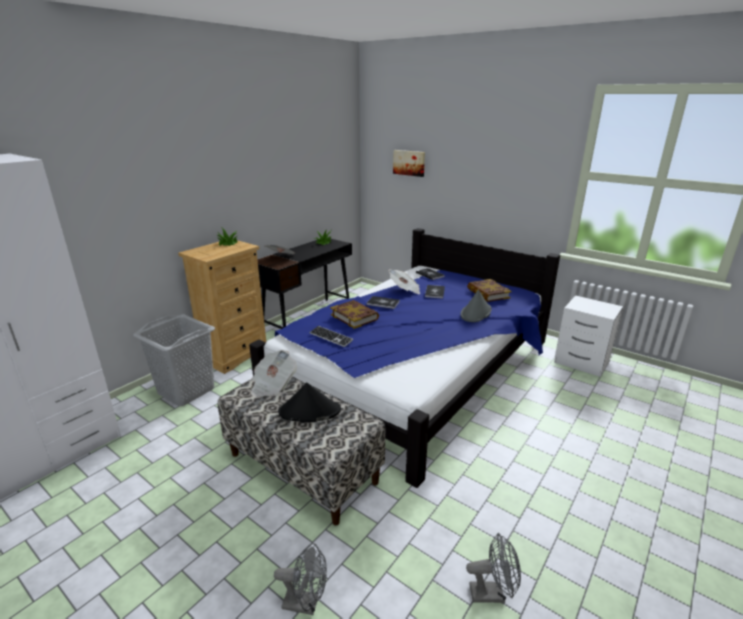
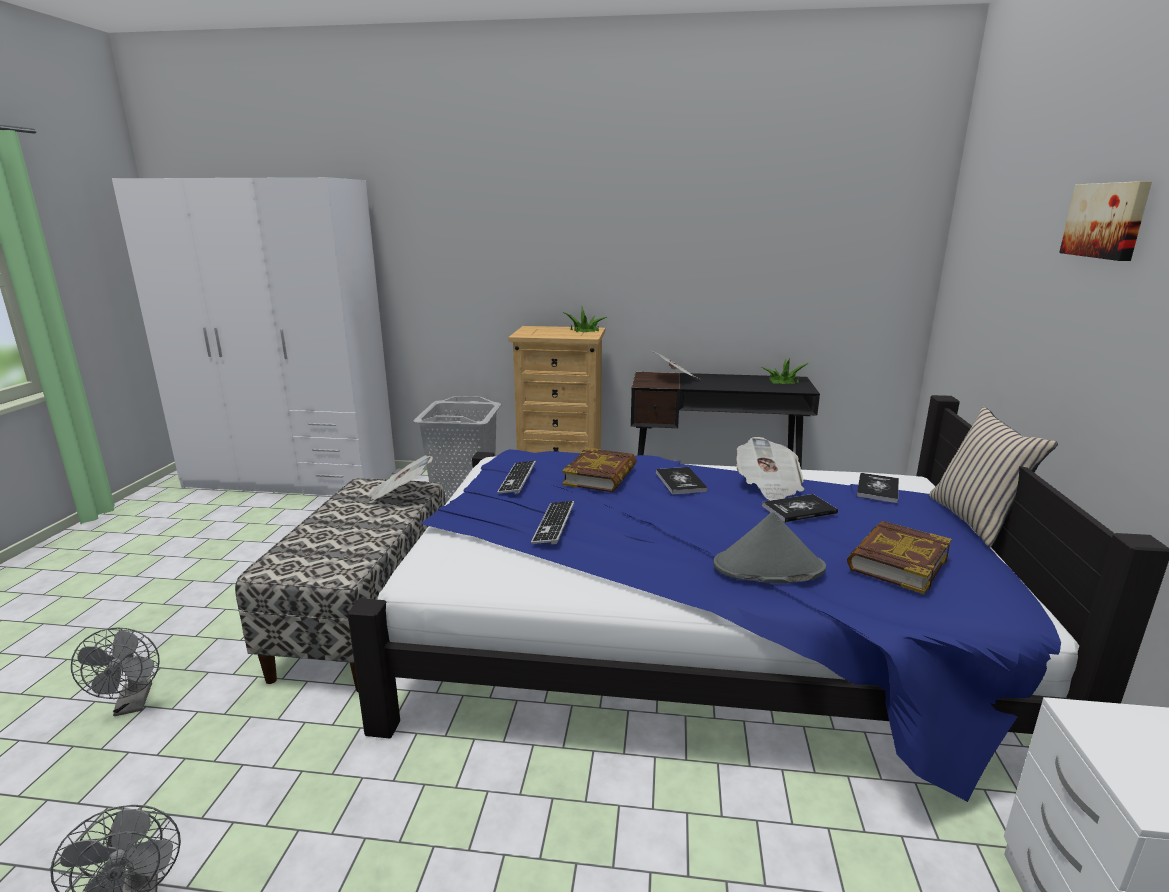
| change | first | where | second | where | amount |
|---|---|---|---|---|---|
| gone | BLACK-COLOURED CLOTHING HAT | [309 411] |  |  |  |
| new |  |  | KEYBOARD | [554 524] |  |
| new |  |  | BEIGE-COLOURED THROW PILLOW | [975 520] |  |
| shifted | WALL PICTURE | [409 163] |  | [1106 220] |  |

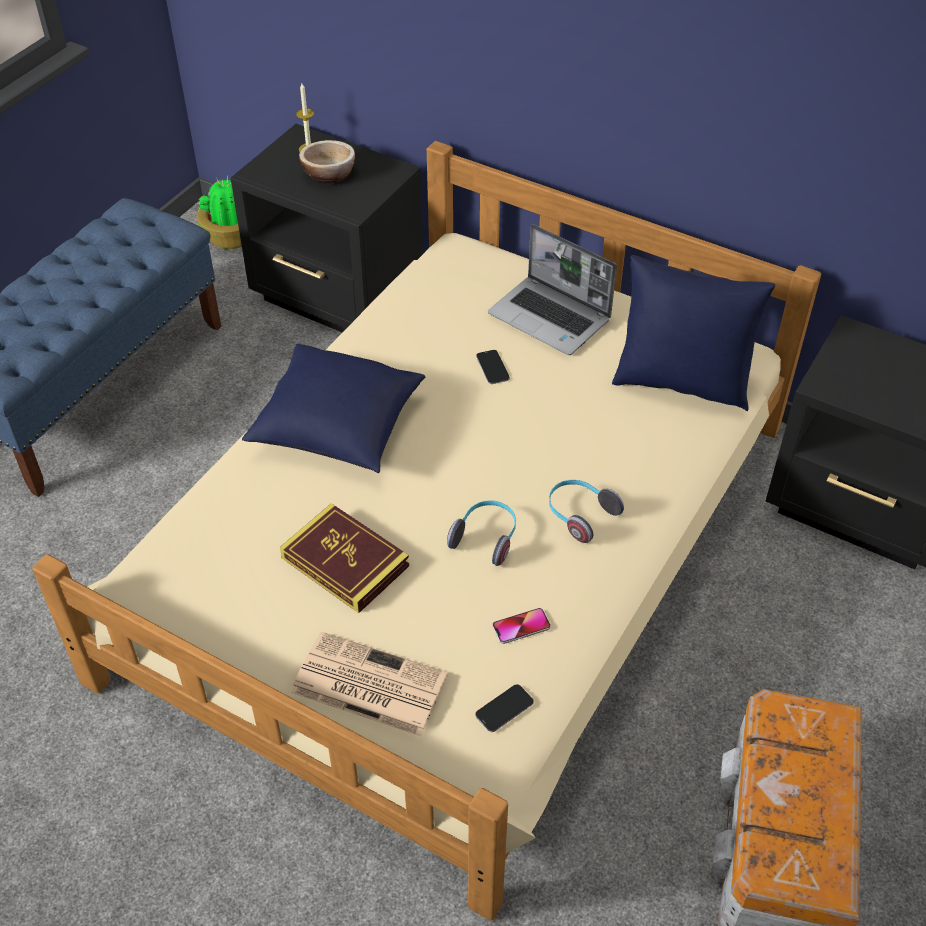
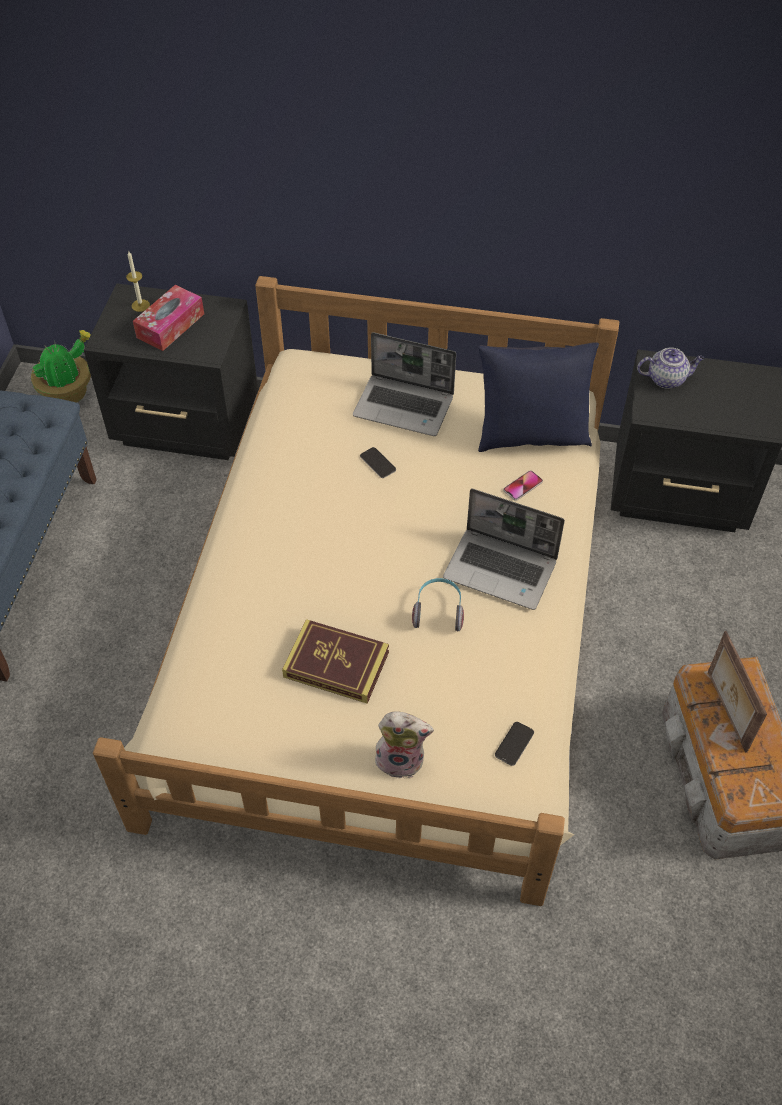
| change | first | where | second | where | amount |
|---|---|---|---|---|---|
| gone | BLUE THROW PILLOW | [337 428] |  |  |  |
| new |  |  | TEA POT | [667 379] |  |
| new |  |  | PICTURE FRAME | [725 711] |  |
| shifted | PHONE | [521 626] |  | [523 486] |  |
| swapped | PRINTED PAPER | [367 684] | PLUSH TOY | [401 759] |  |
| swapped | DEEP DISH | [329 174] | TISSUE HOLDER | [170 325] |  |
| swapped | HEADPHONES | [580 515] | PORTABLE COMPUTER | [502 569] |  |

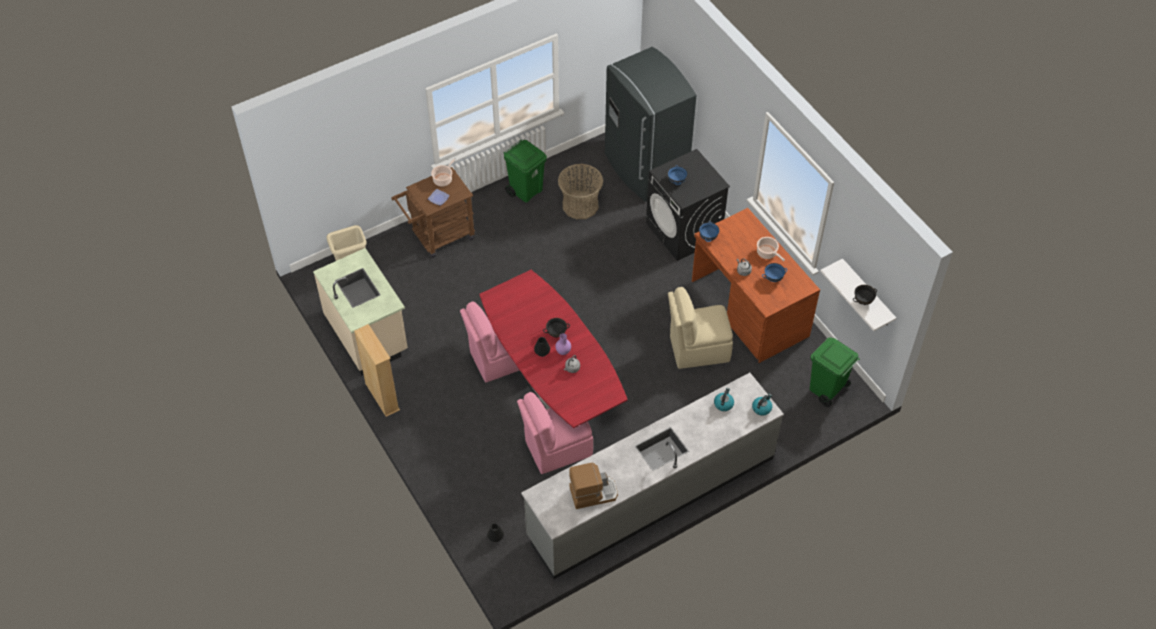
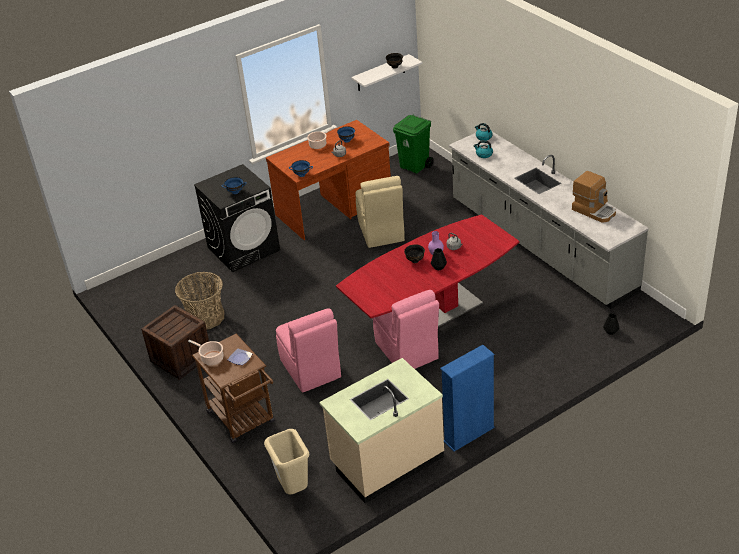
| change | first | where | second | where | amount |
|---|---|---|---|---|---|
| gone | GRAY KITCHEN FRIDGE | [644 169] |  |  |  |
| shifted | PINK-COLOURED PLAIN CHAIR | [556 448] |  | [311 370] |  |
| swapped | GREEN-COLOURED TRASH CAN | [526 191] | SHIPPING CRATE | [181 358] |  |
| repainted | BEIGE-COLOURED SHELVING UNIT | [382 397] | BLUE SHELVING UNIT | [469 434] |  |
| rotated | COFFEE BREWER | [593 493] |  | [594 210] | 150 degrees clockwise |

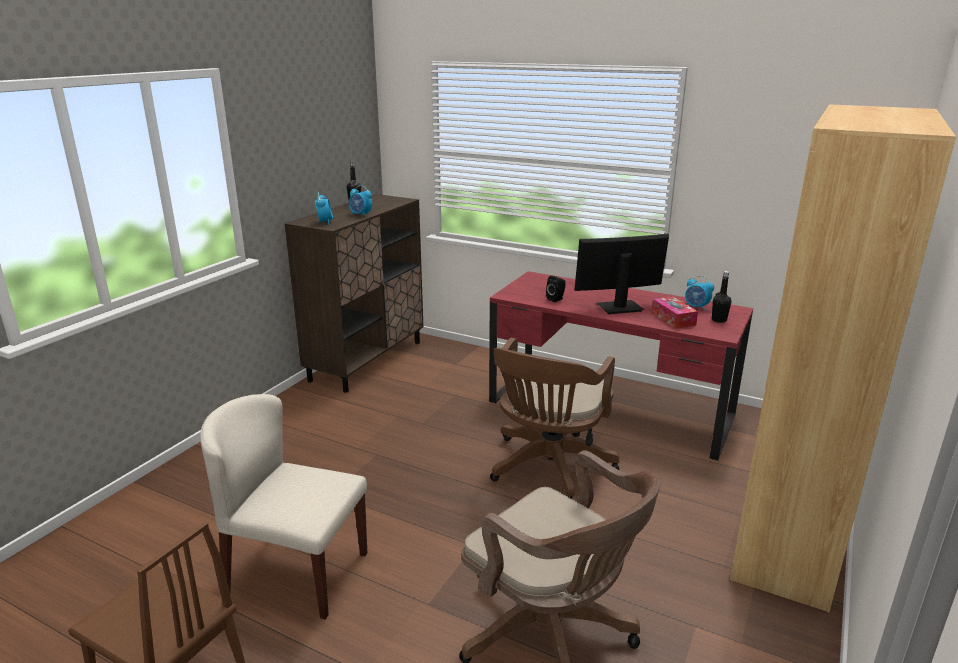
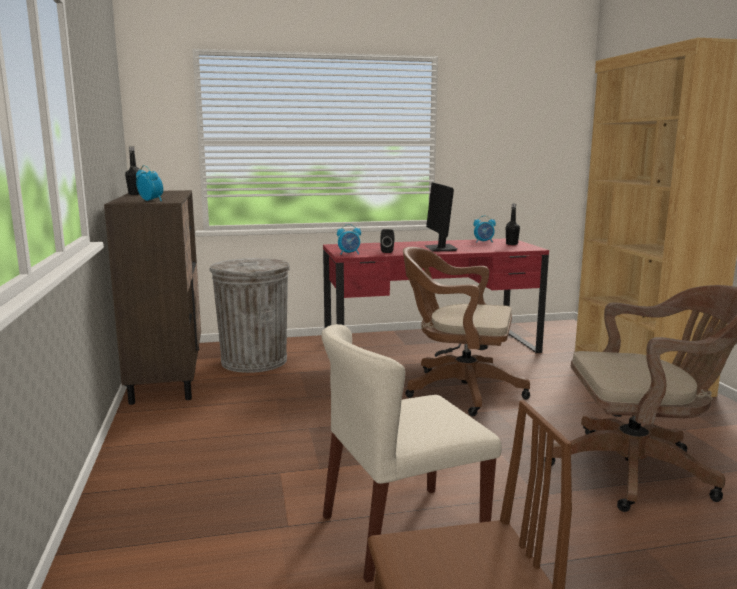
| change | first | where | second | where | amount |
|---|---|---|---|---|---|
| gone | TISSUE HOLDER | [673 319] |  |  |  |
| new |  |  | GRAY TRASH CAN | [254 361] |  |
| shifted | ALARM CLOCK | [361 215] |  | [349 253] |  |
| rotated | BROWN-COLOURED COMPUTER CHAIR | [548 469] |  | [458 390] | 120 degrees clockwise |
| rotated | MONITOR | [619 307] |  | [440 248] | 45 degrees counterclockwise |

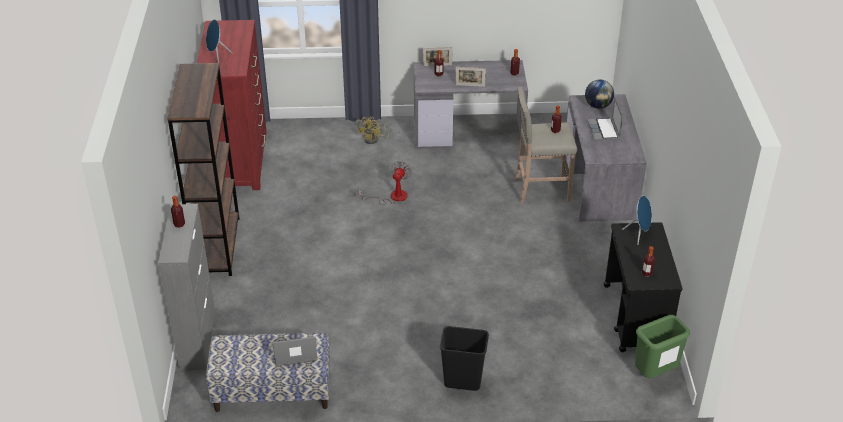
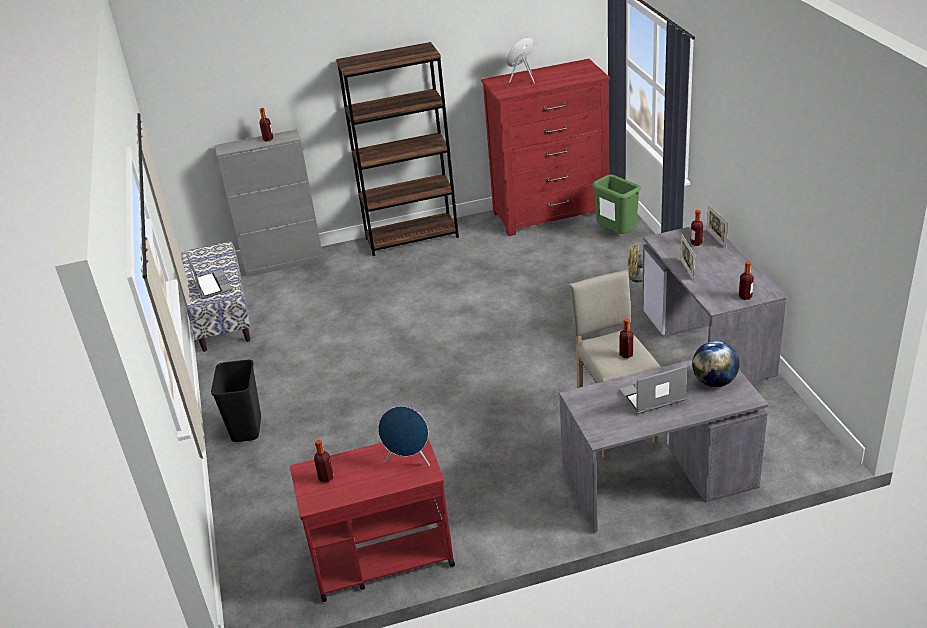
| change | first | where | second | where | amount |
|---|---|---|---|---|---|
| gone | COOLING FAN | [392 197] |  |  |  |
| shifted | GREEN-COLOURED TRASH CAN | [655 374] |  | [615 235] |  |
| repainted | BLACK-COLOURED CART | [636 317] | RED CART | [380 559] |  |

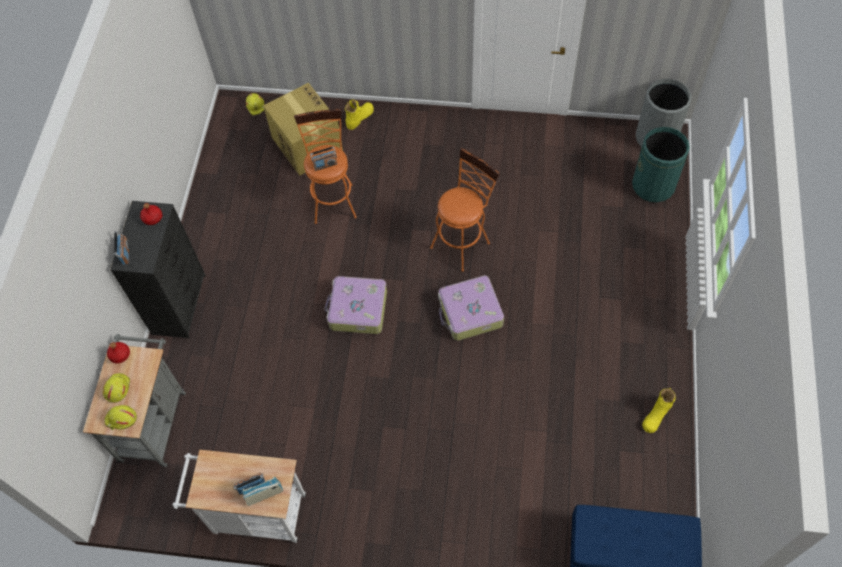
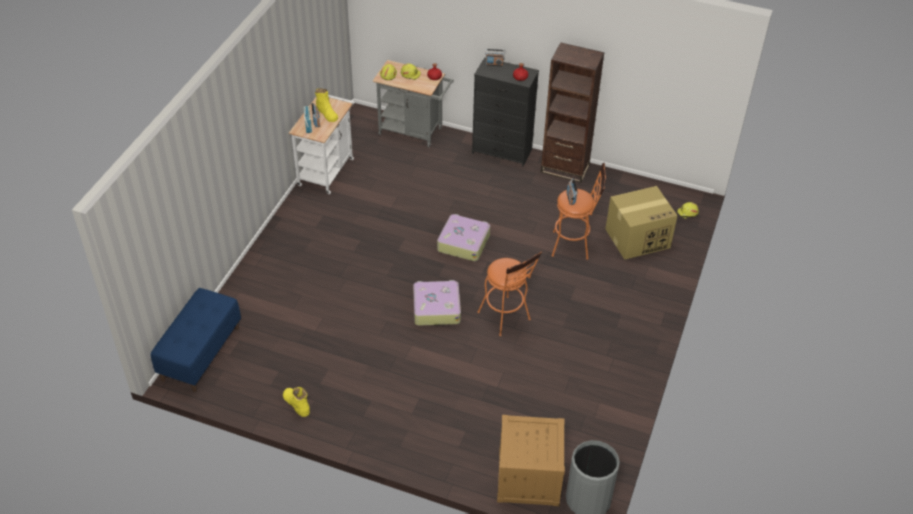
| change | first | where | second | where | amount |
|---|---|---|---|---|---|
| new |  |  | BROWN-COLOURED SHELVING UNIT | [565 168] |  |
| shifted | YELLOWISH BOOT | [359 117] |  | [327 113] |  |
| swapped | GREEN-COLOURED TRASH CAN | [653 185] | SHIPPING CRATE | [528 477] |  |

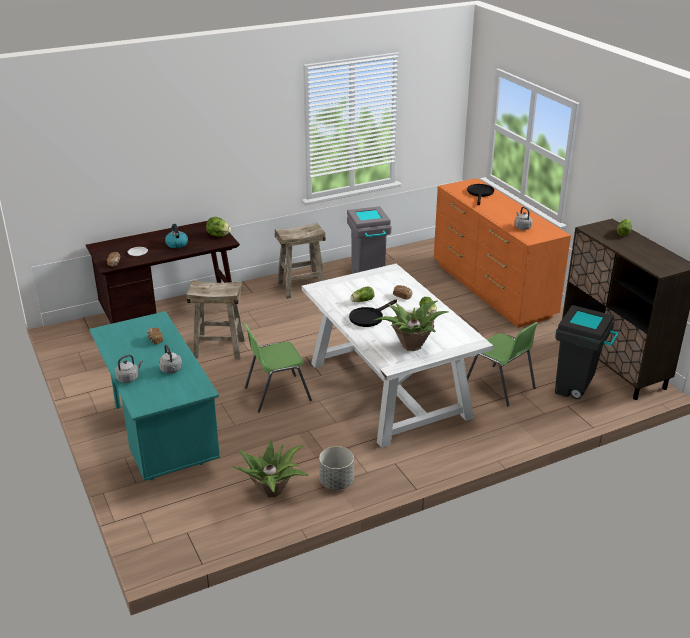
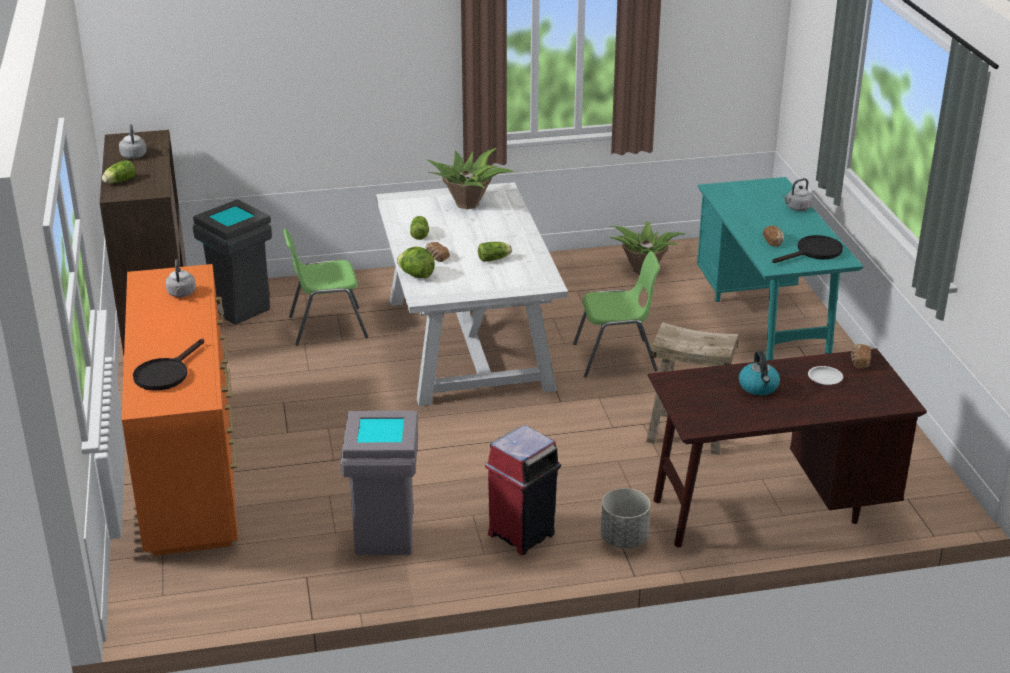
| change | first | where | second | where | amount |
|---|---|---|---|---|---|
| shifted | GRAY WATER KETTLE | [171 370] |  | [133 155] |  |
| shifted | LETTUCE | [218 235] |  | [416 275] |  |
| shifted | GRAY PLANT POT | [337 482] |  | [623 539] |  |
| shifted | BLACK-COLOURED FRYING PAN | [369 317] |  | [814 252] |  |
| swapped | BEIGE-COLOURED STOOL SEAT | [301 287] | RED TRASH CAN | [522 534] |  |
| rotated | GREEN-COLOURED PLAIN CHAIR | [500 386] |  | [326 326] | 75 degrees counterclockwise |

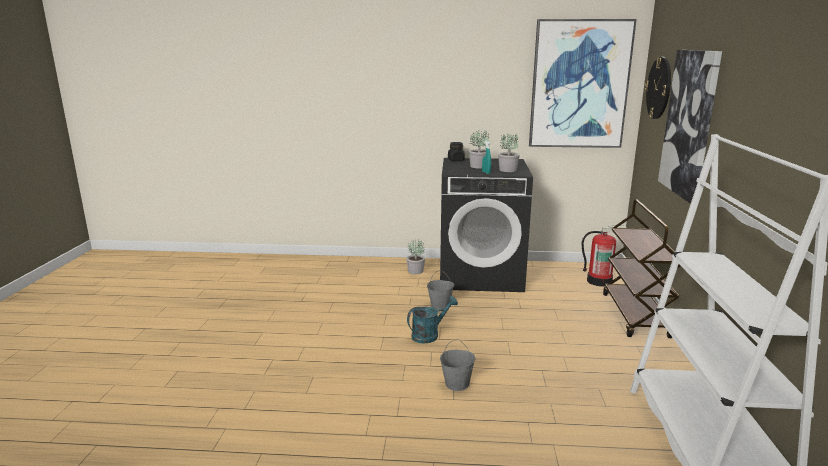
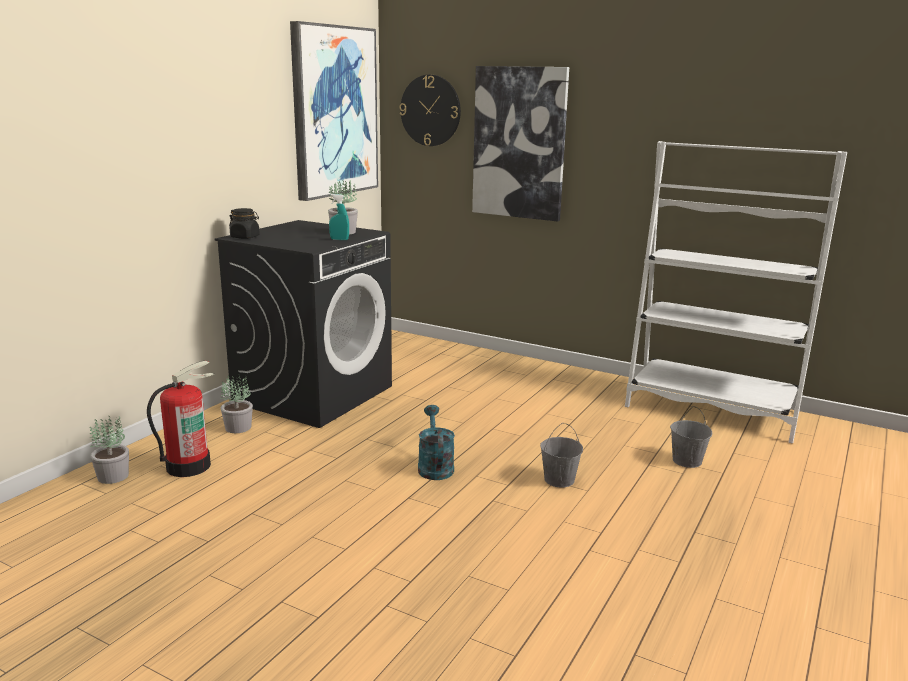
| change | first | where | second | where | amount |
|---|---|---|---|---|---|
| gone | BROWN-COLOURED CART | [635 315] |  |  |  |
| shifted | GRAY PAIL | [440 306] |  | [686 461] |  |
| shifted | PLANT IN A POT | [479 166] |  | [113 476] |  |
| shifted | EXTINGUISHER | [599 281] |  | [188 466] |  |

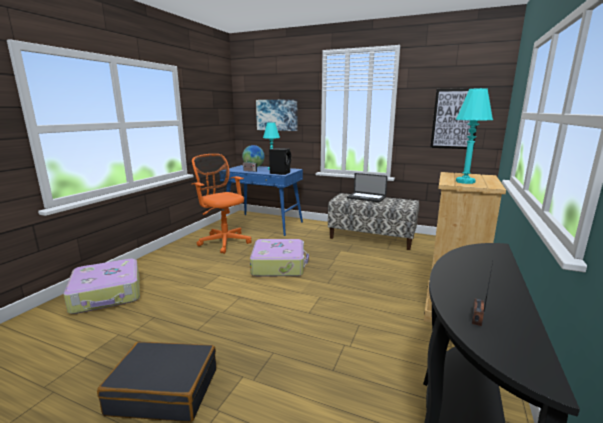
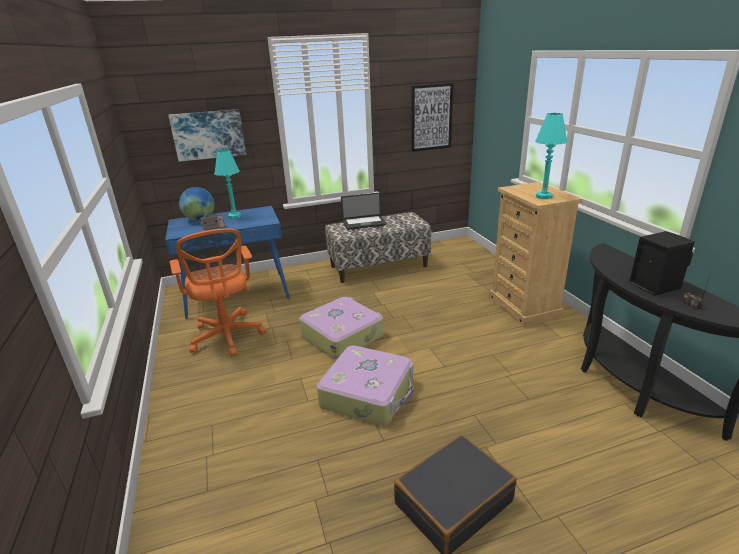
| change | first | where | second | where | amount |
|---|---|---|---|---|---|
| shifted | PIECE OF LUGGAGE | [107 294] |  | [368 394] |  |
| shifted | BLACK-COLOURED LOUDSPEAKER | [280 173] |  | [653 285] |  |
| rotated | ORANGE-COLOURED COMPUTER CHAIR | [224 241] |  | [227 337] | 120 degrees counterclockwise |

